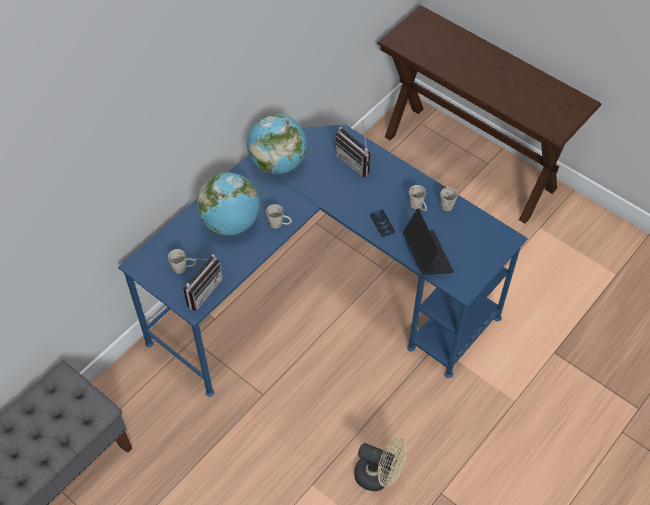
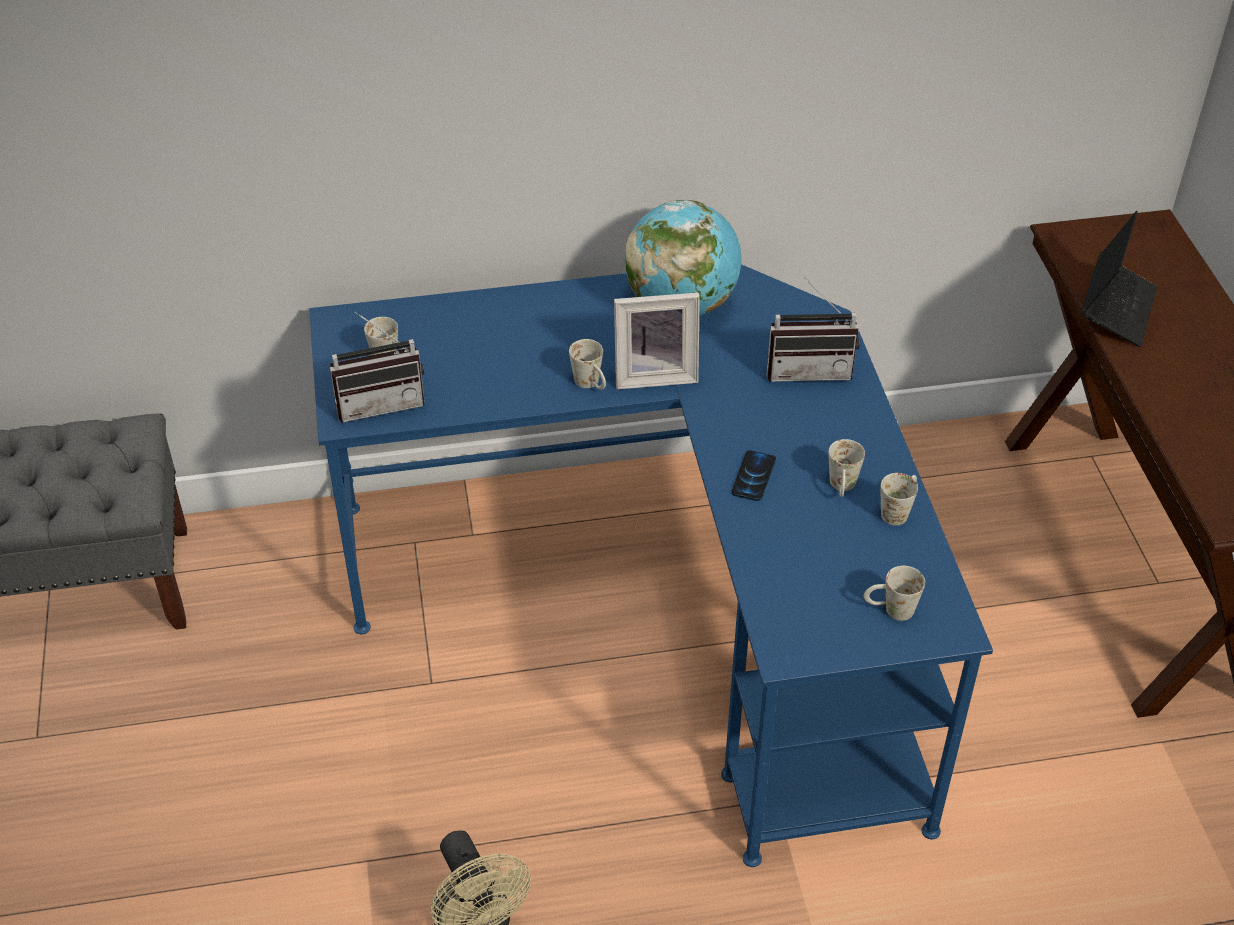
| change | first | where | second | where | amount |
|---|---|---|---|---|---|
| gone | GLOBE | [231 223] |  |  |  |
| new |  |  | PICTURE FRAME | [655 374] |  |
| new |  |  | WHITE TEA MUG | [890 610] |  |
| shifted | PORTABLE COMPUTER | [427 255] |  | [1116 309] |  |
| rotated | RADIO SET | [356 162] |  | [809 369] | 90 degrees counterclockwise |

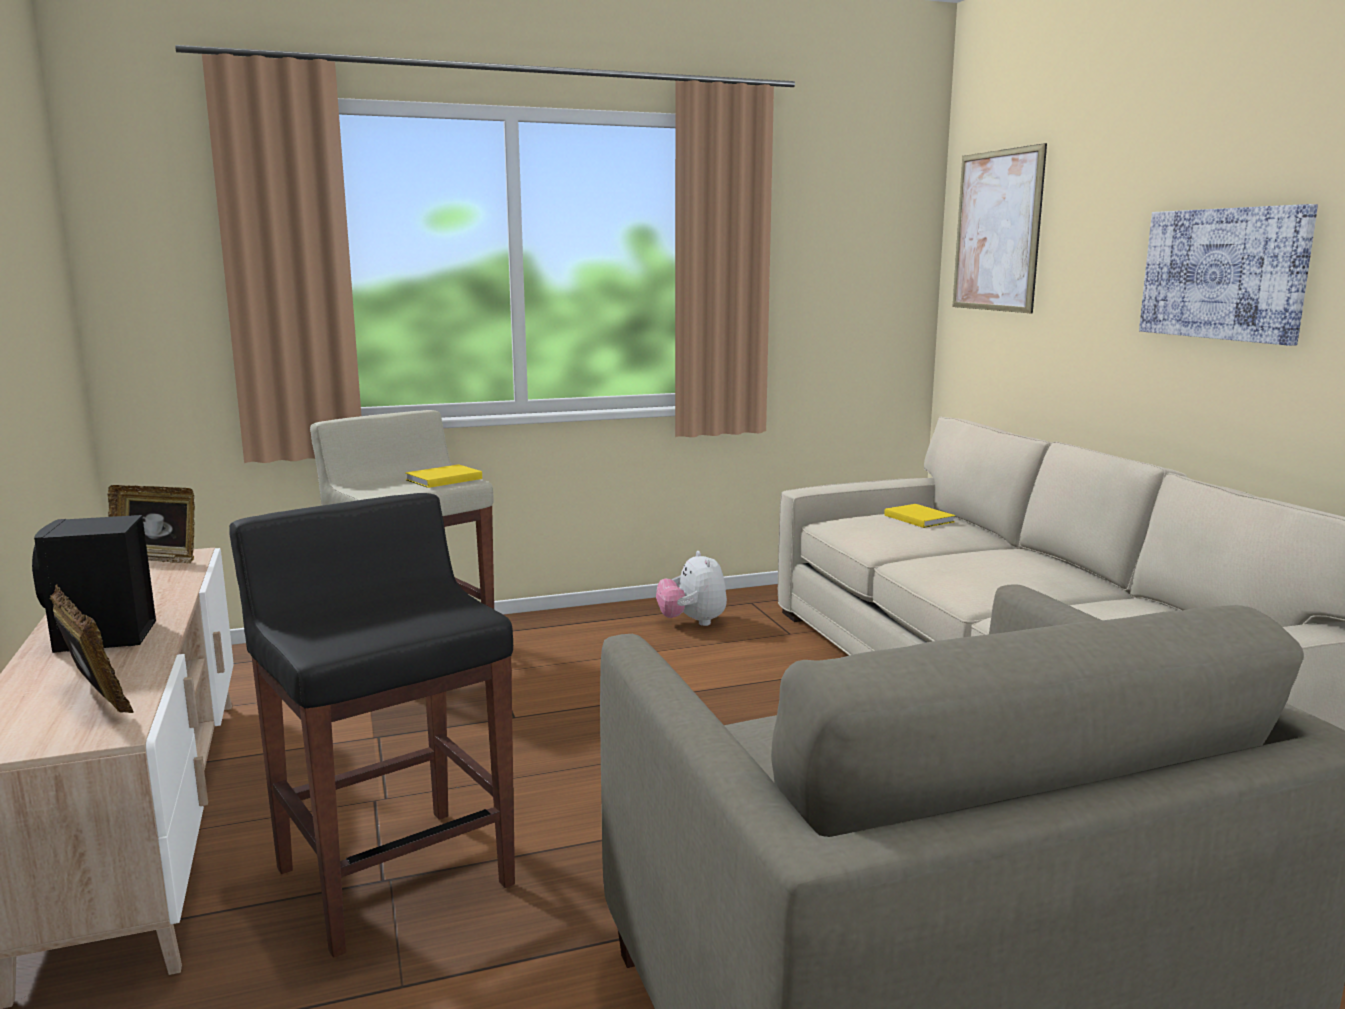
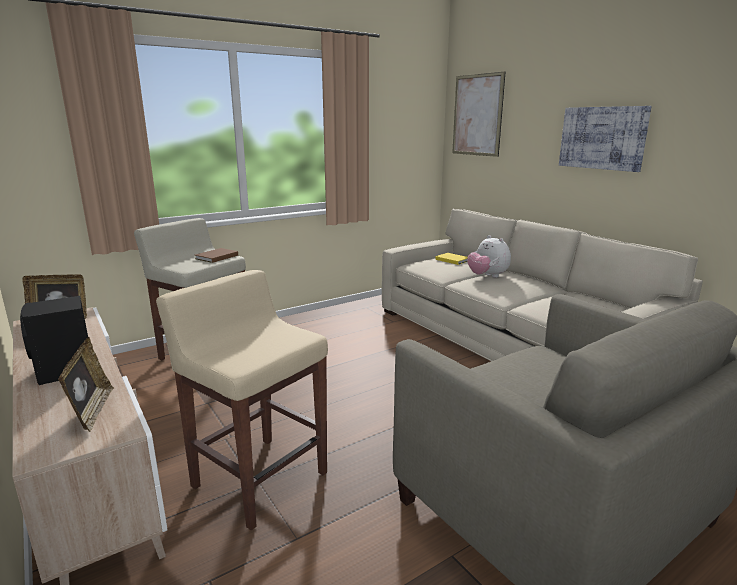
| change | first | where | second | where | amount |
|---|---|---|---|---|---|
| shifted | PLUSH TOY | [692 622] |  | [487 276] |  |
| repainted | BLACK-COLOURED STOOL SEAT | [393 875] | BEIGE-COLOURED STOOL SEAT | [259 478] |  |
| repainted | YELLOWISH VOLUME | [442 479] | BROWN-COLOURED VOLUME | [215 257] |  |
| rotated | PICTURE FRAME | [96 699] |  | [92 411] | 45 degrees clockwise |

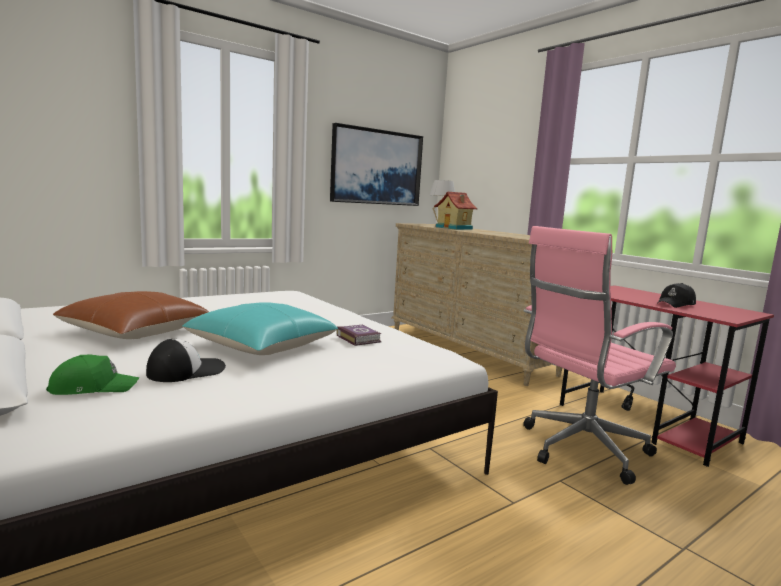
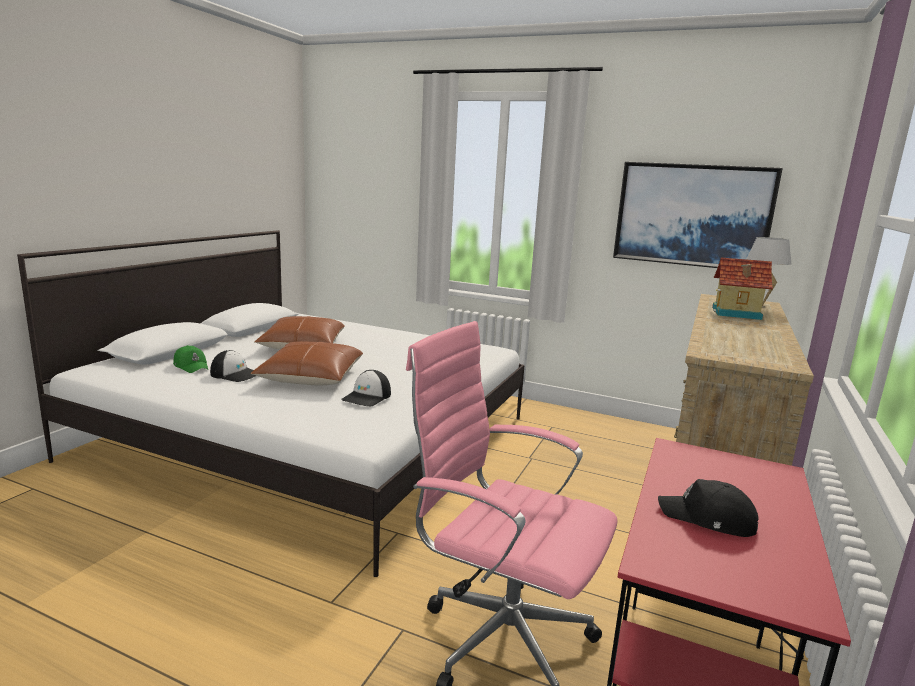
| change | first | where | second | where | amount |
|---|---|---|---|---|---|
| swapped | VOLUME | [358 338] | PEAKED CAP | [367 397] |  |
| repainted | BLUE-GREEN THROW PILLOW | [262 346] | BROWN-COLOURED THROW PILLOW | [310 377] |  |

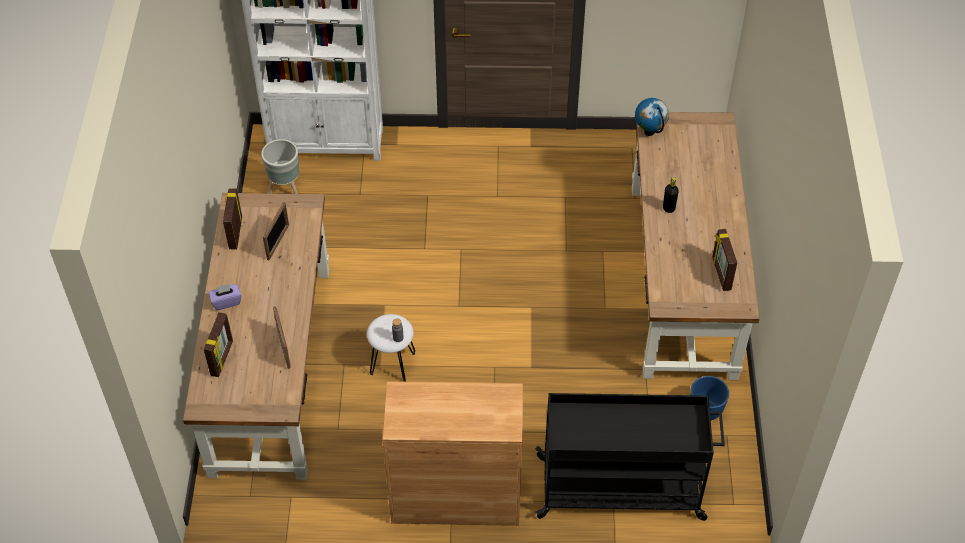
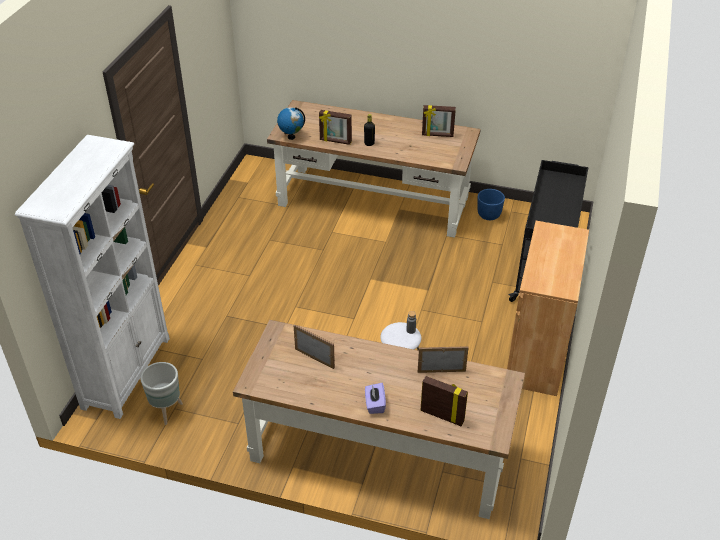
| change | first | where | second | where | amount |
|---|---|---|---|---|---|
| shifted | PICTURE FRAME | [235 233] |  | [335 141] |  |

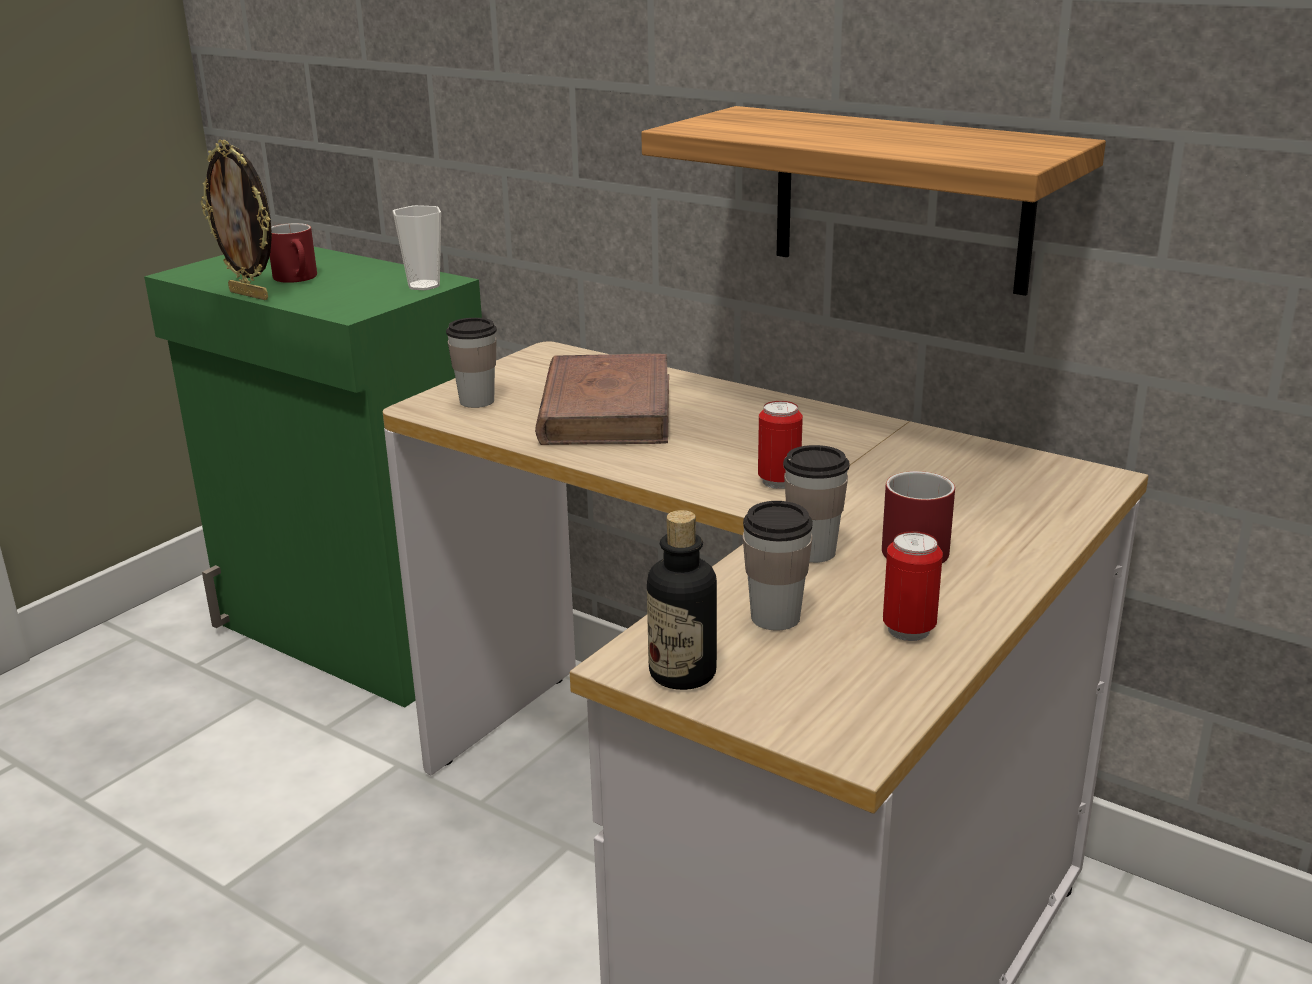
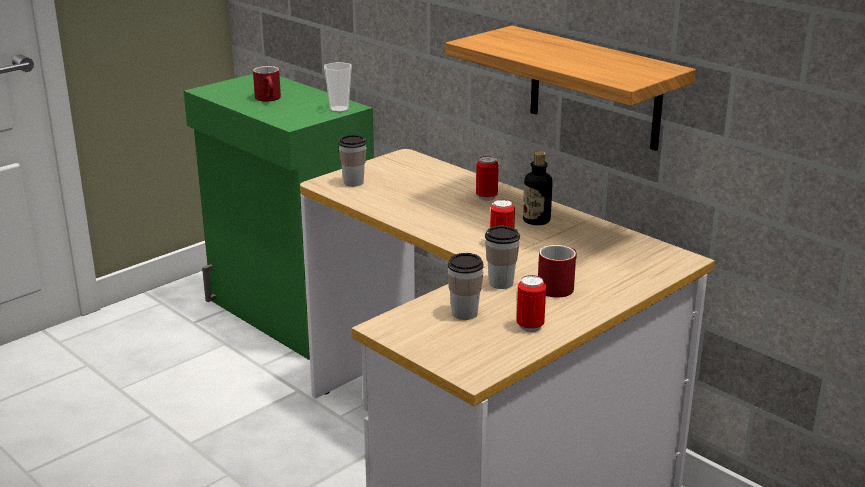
| change | first | where | second | where | amount |
|---|---|---|---|---|---|
| gone | PICTURE FRAME | [251 295] |  |  |  |
| gone | BROWN-COLOURED VOLUME | [606 409] |  |  |  |
| new |  |  | METAL CAN | [486 197] |  |
| shifted | BEVERAGE BOTTLE | [682 673] |  | [536 220] |  |

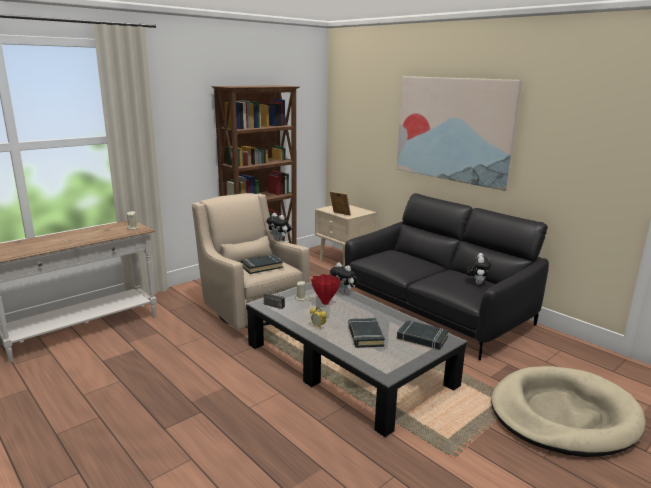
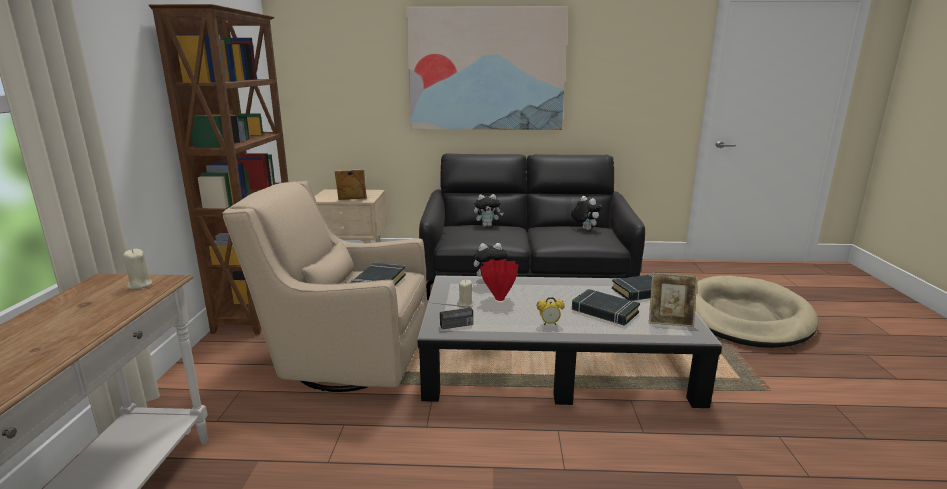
| change | first | where | second | where | amount |
|---|---|---|---|---|---|
| new |  |  | PICTURE FRAME | [670 321] |  |
| shifted | PLUSH TOY | [279 240] |  | [487 225] |  |

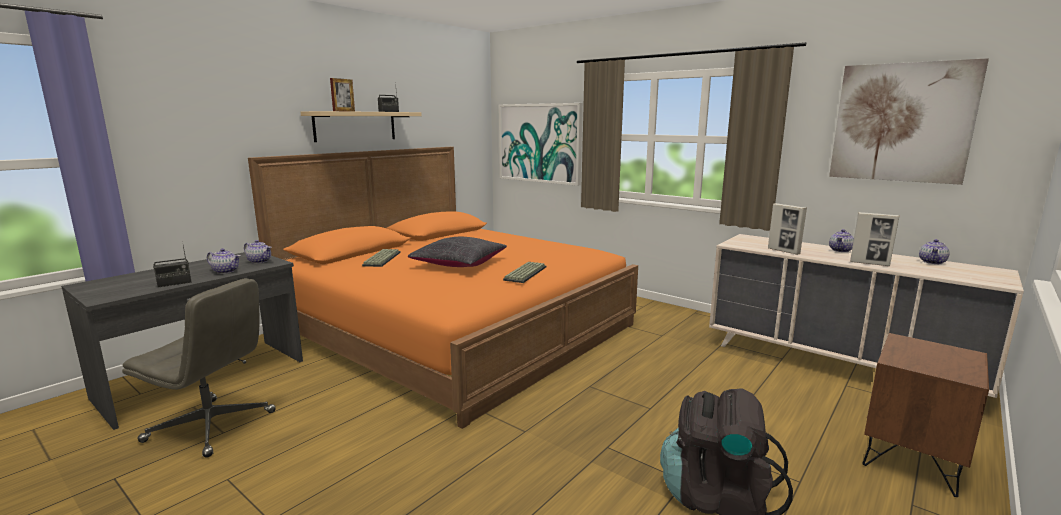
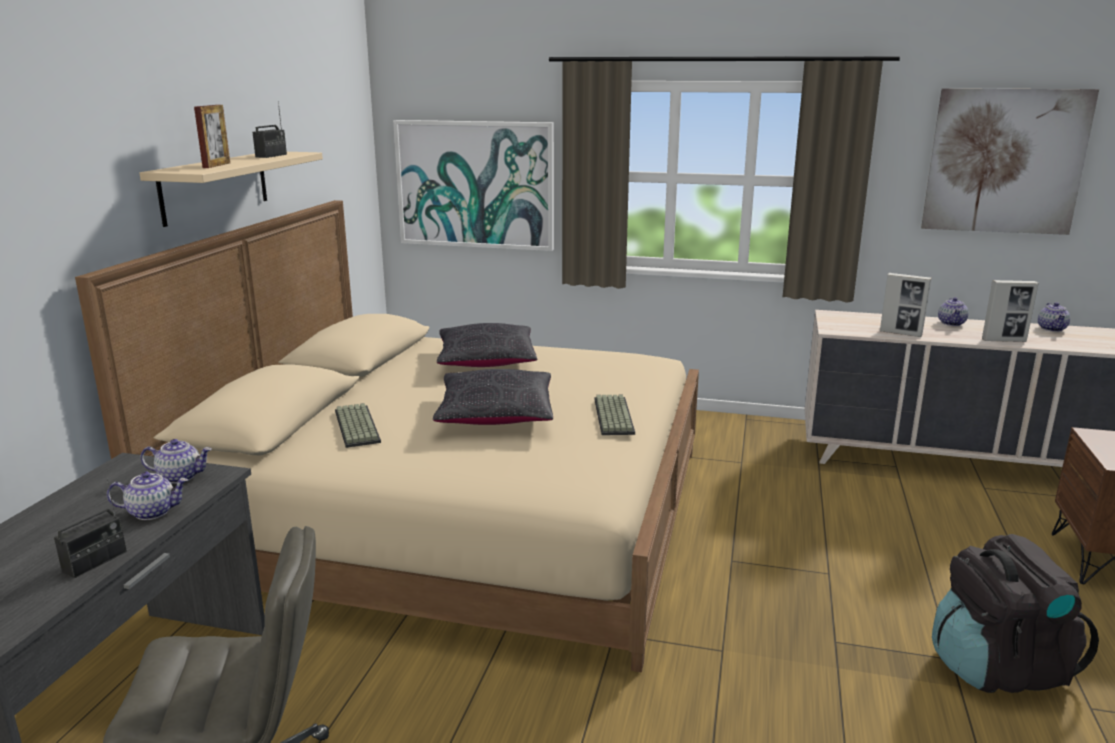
| change | first | where | second | where | amount |
|---|---|---|---|---|---|
| new |  |  | BLACK-COLOURED THROW PILLOW | [486 361] |  |
| repainted | ORANGE-COLOURED SLEEPING BED | [456 328] | BEIGE-COLOURED SLEEPING BED | [457 511] |  |

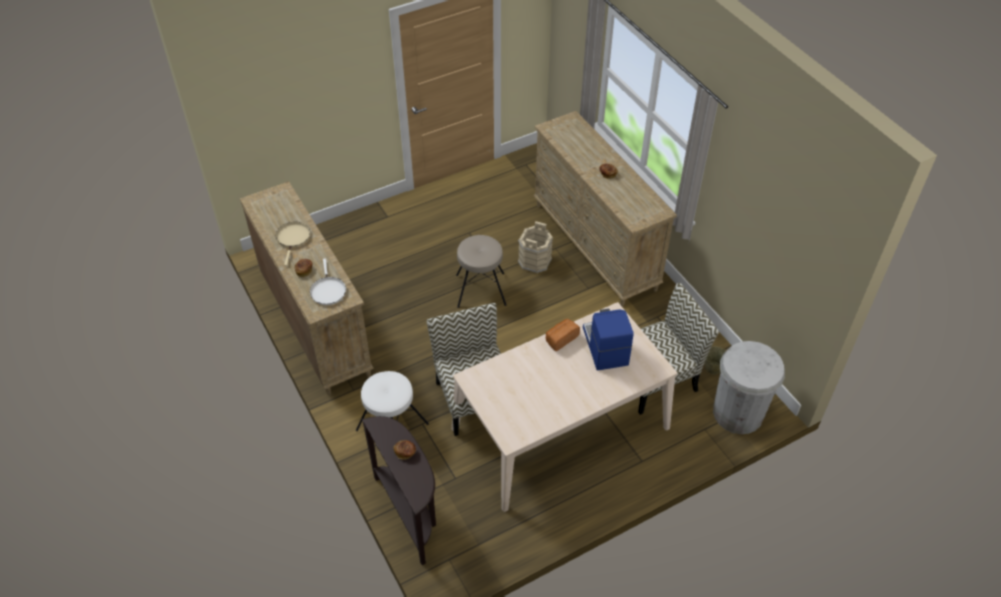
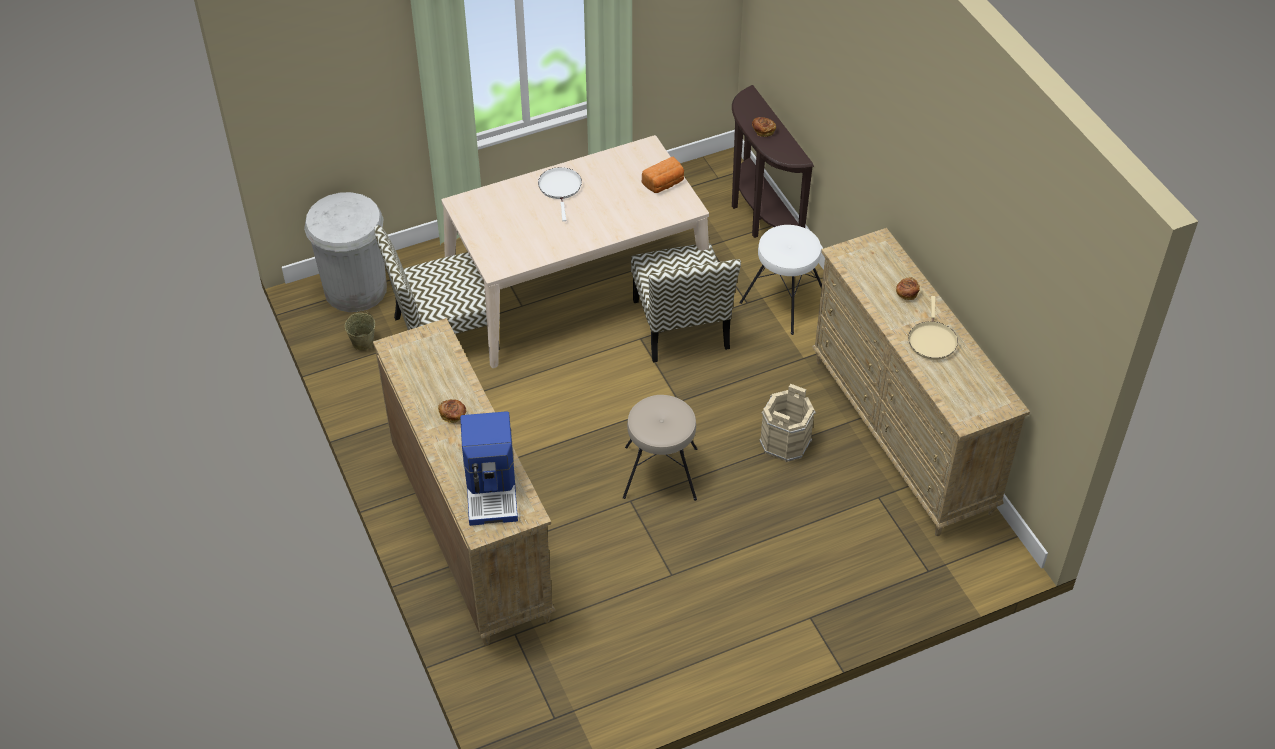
| change | first | where | second | where | amount |
|---|---|---|---|---|---|
| shifted | WHITE FRYING PAN | [327 290] |  | [560 188] |  |
| shifted | BEIGE-COLOURED PAIL | [535 261] |  | [784 442] |  |
| shifted | BAKERY BREAD | [561 339] |  | [664 184] |  |
| shifted | COFFEE BREWER | [604 347] |  | [492 489] |  |

